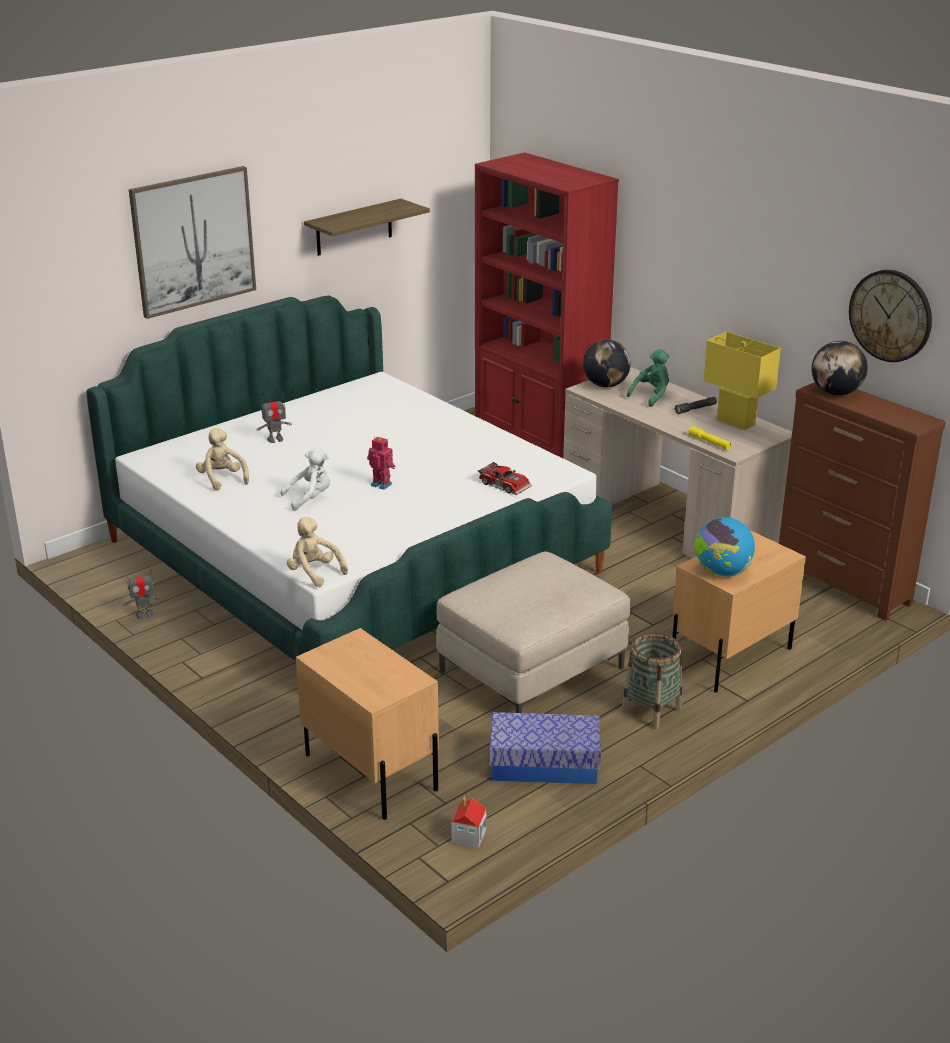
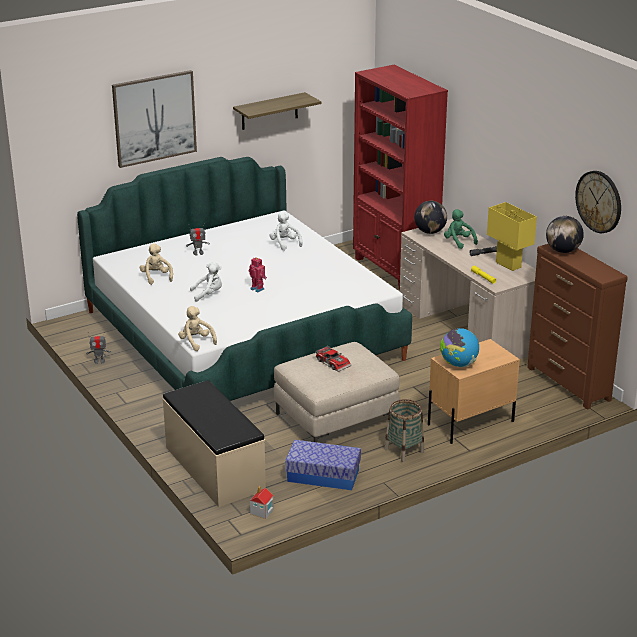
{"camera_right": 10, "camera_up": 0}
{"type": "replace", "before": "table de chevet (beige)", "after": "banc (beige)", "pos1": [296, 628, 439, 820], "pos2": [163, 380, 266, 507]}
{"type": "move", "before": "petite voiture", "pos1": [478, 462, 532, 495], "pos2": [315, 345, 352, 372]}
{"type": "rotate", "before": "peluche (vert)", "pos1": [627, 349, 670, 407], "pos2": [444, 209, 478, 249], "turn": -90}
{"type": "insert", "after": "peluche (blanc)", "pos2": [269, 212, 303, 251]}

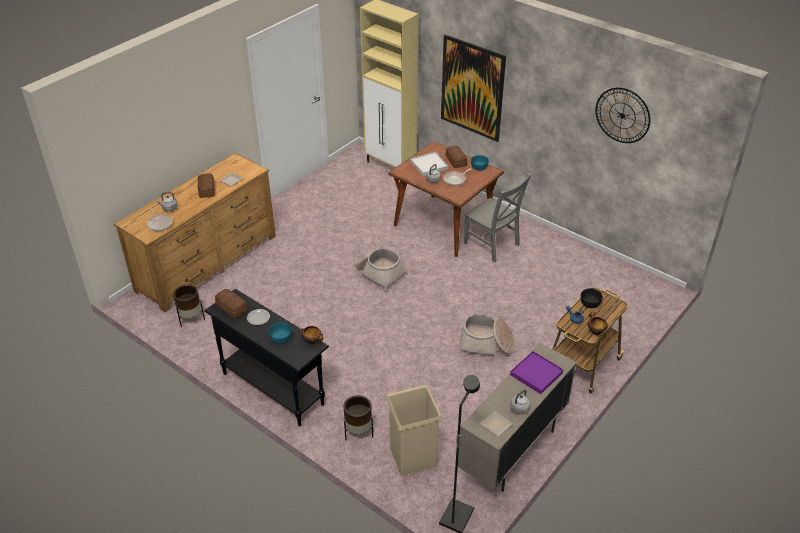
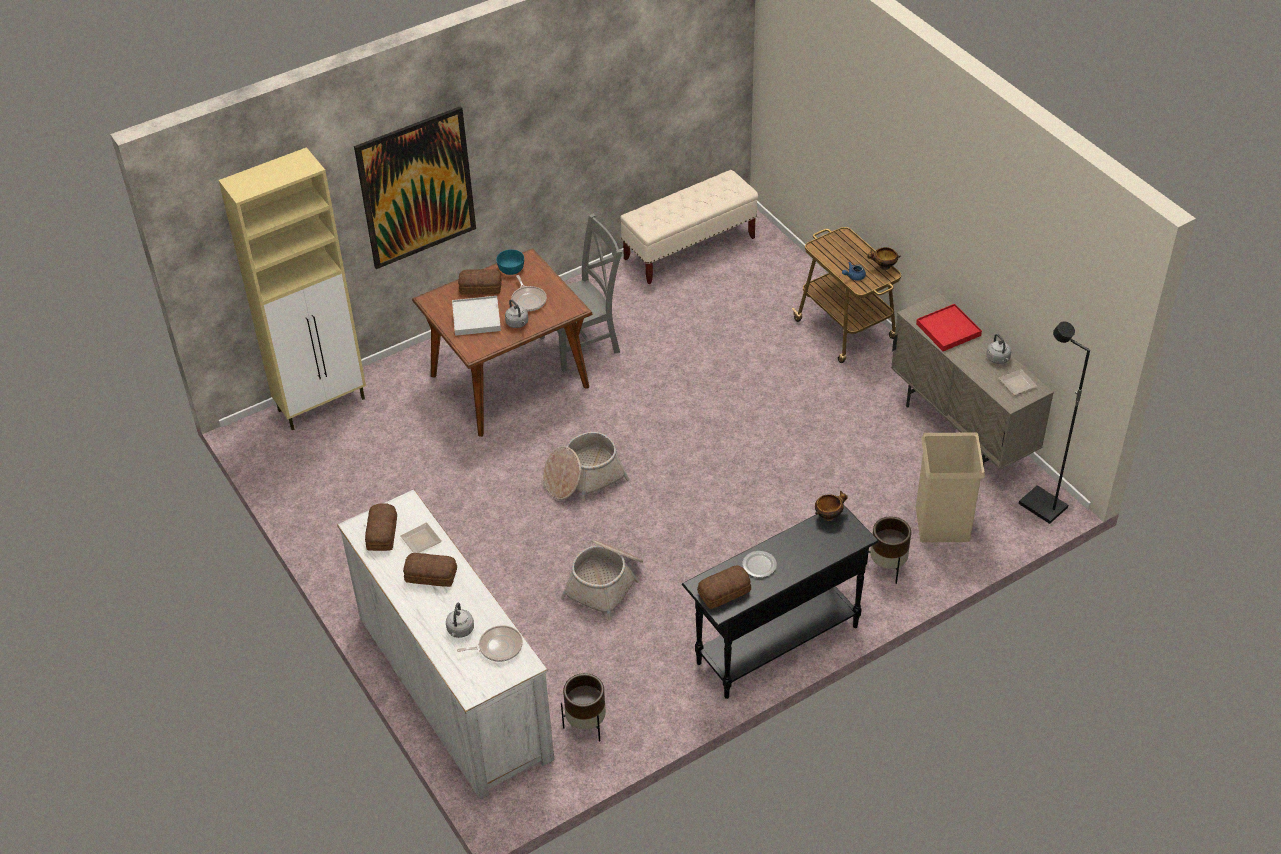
{"camera_right": -70, "camera_up": 5}
{"type": "recolor", "before": "commode (marron)", "after": "commode (blanc)", "pos1": [114, 153, 276, 312], "pos2": [337, 490, 554, 800]}
{"type": "delete", "before": "bol (turquoise)", "pos1": [268, 322, 292, 344]}
{"type": "move", "before": "panier", "pos1": [458, 314, 514, 359], "pos2": [561, 540, 643, 620]}
{"type": "recolor", "before": "plateau (violet)", "after": "plateau (rouge)", "pos1": [510, 351, 563, 394], "pos2": [916, 304, 982, 351]}
{"type": "delete", "before": "bol (noir)", "pos1": [581, 288, 603, 308]}
{"type": "delete", "before": "horloge murale", "pos1": [595, 88, 650, 143]}
{"type": "insert", "after": "pain", "pos2": [365, 503, 397, 551]}
{"type": "insert", "after": "banc (beige)", "pos2": [620, 170, 758, 284]}

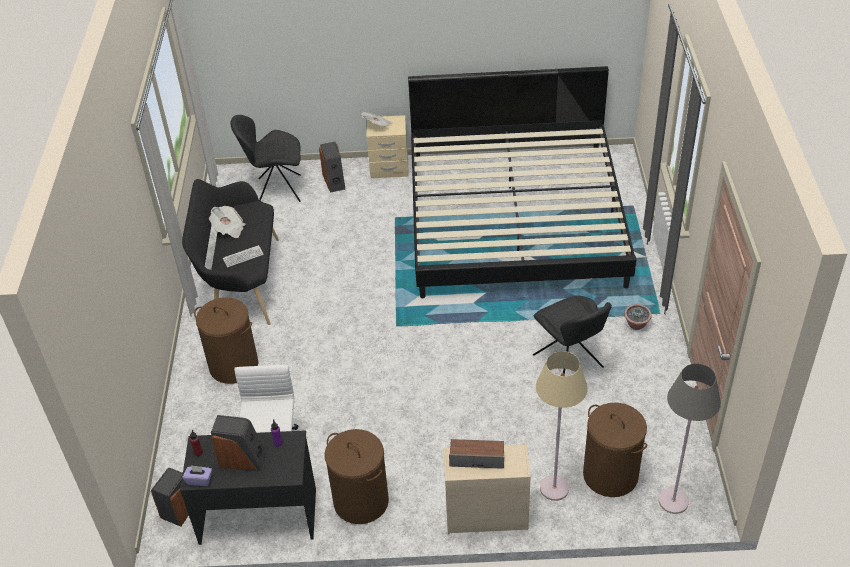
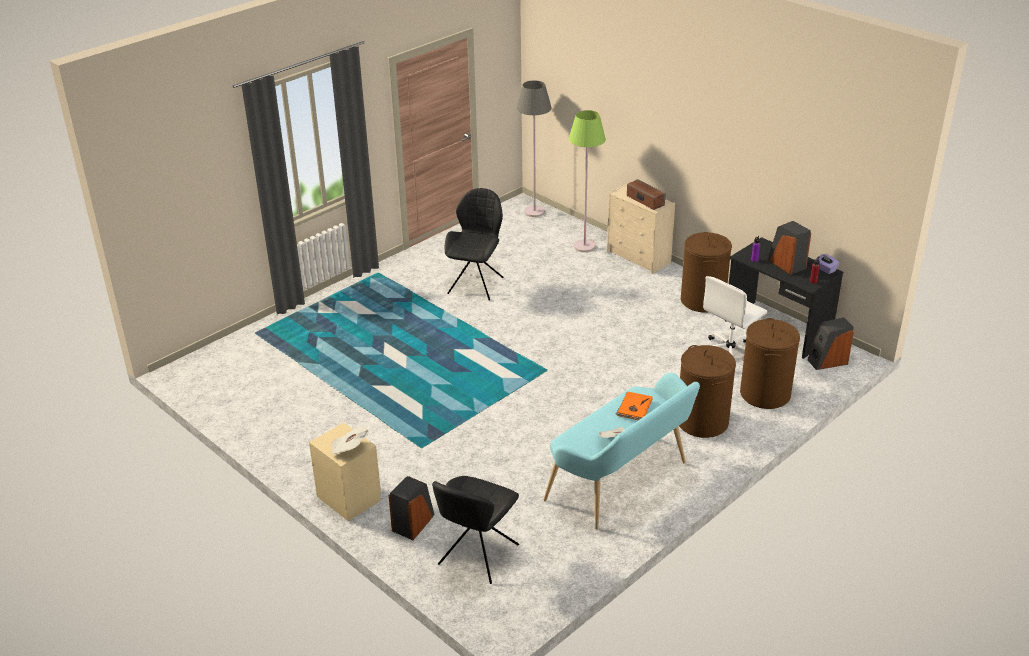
{"camera_right": -135, "camera_up": -10}
{"type": "recolor", "before": "banc (noir)", "after": "banc (turquoise)", "pos1": [182, 179, 279, 325], "pos2": [543, 372, 700, 529]}
{"type": "replace", "before": "clavier", "after": "livre (orange)", "pos1": [223, 245, 264, 267], "pos2": [615, 391, 653, 420]}
{"type": "rotate", "before": "chaise (noir)", "pos1": [231, 115, 301, 202], "pos2": [432, 476, 519, 584], "turn": 75}
{"type": "delete", "before": "lit", "pos1": [408, 66, 636, 298]}
{"type": "recolor", "before": "lampadaire (beige)", "after": "lampadaire (vert)", "pos1": [536, 351, 587, 501], "pos2": [569, 110, 606, 252]}
{"type": "move", "before": "panier à linge (marron)", "pos1": [583, 403, 647, 497], "pos2": [740, 318, 800, 409]}
{"type": "delete", "before": "plante en pot", "pos1": [624, 304, 652, 330]}

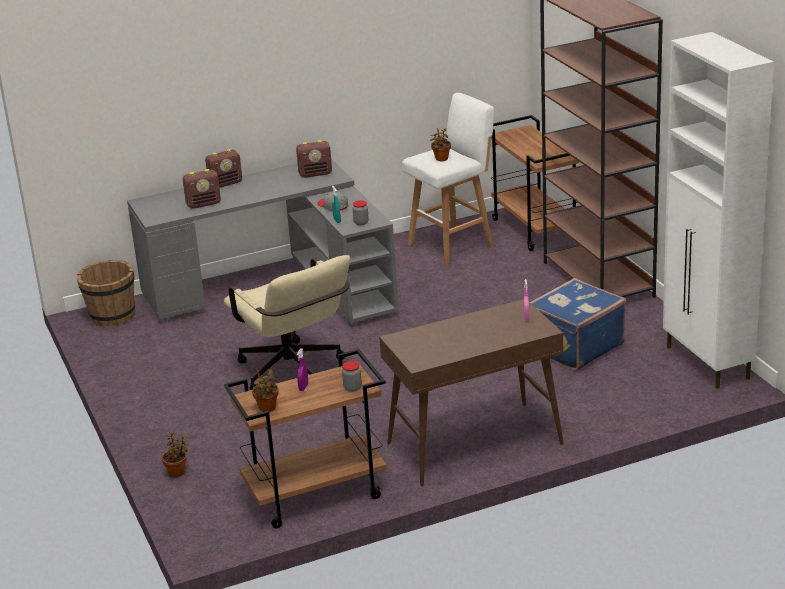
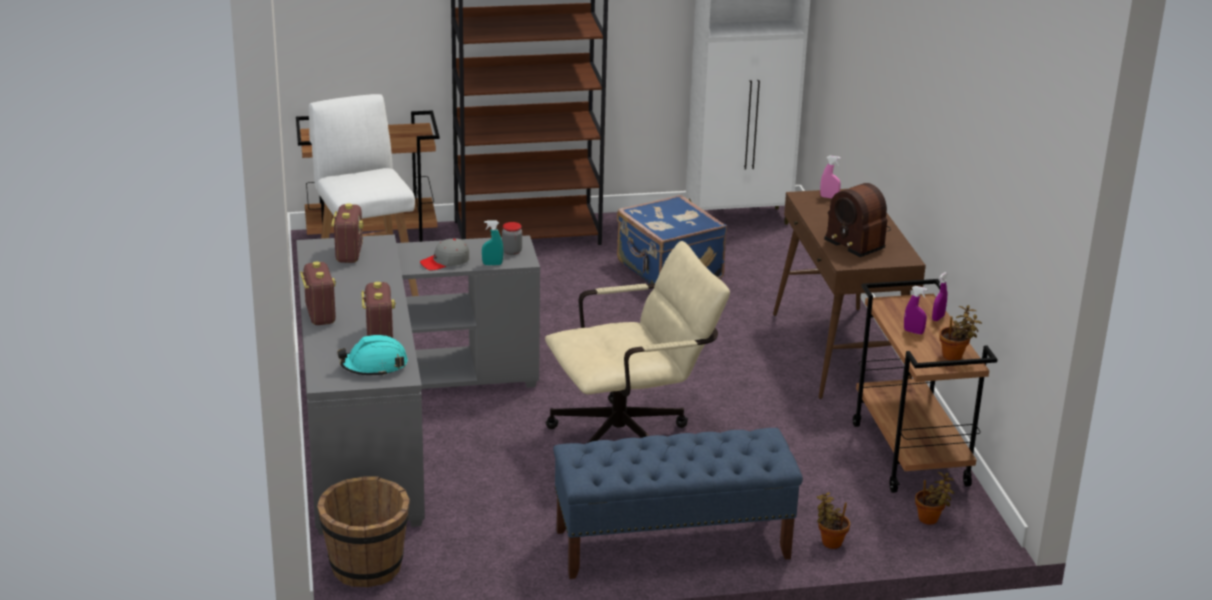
{"camera_right": -80, "camera_up": 0}
{"type": "delete", "before": "bocal", "pos1": [342, 361, 362, 392]}
{"type": "move", "before": "plante en pot", "pos1": [430, 128, 451, 161], "pos2": [915, 472, 955, 525]}
{"type": "insert", "after": "casque de chantier (turquoise)", "pos2": [337, 335, 408, 377]}
{"type": "insert", "after": "banc (bleu)", "pos2": [553, 428, 803, 579]}
{"type": "insert", "after": "radio", "pos2": [824, 183, 891, 257]}
{"type": "insert", "after": "vaporisateur (violet)", "pos2": [932, 272, 948, 321]}

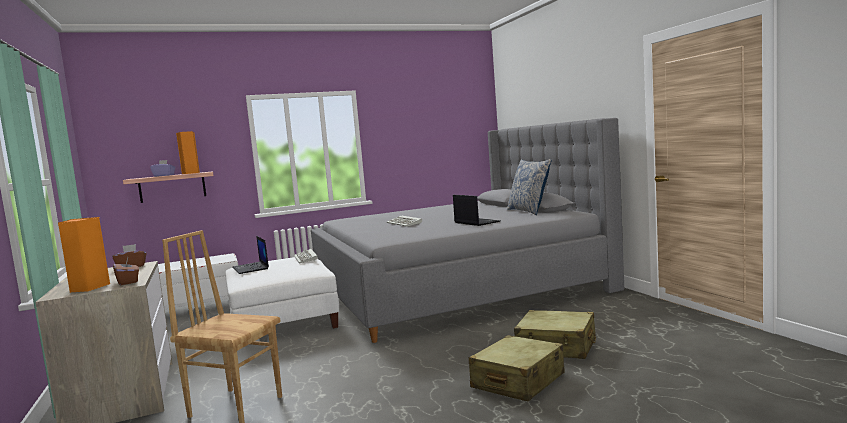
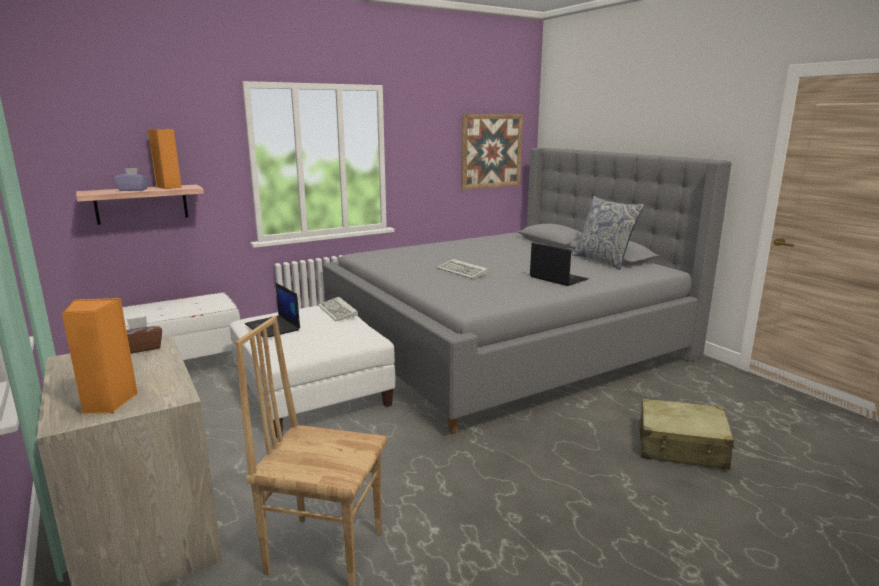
{"camera_right": -10, "camera_up": 10}
{"type": "delete", "before": "boîte à mouchoirs (marron)", "pos1": [113, 258, 139, 285]}
{"type": "delete", "before": "valise (beige)", "pos1": [469, 335, 565, 402]}
{"type": "insert", "after": "tableau", "pos2": [461, 114, 523, 190]}

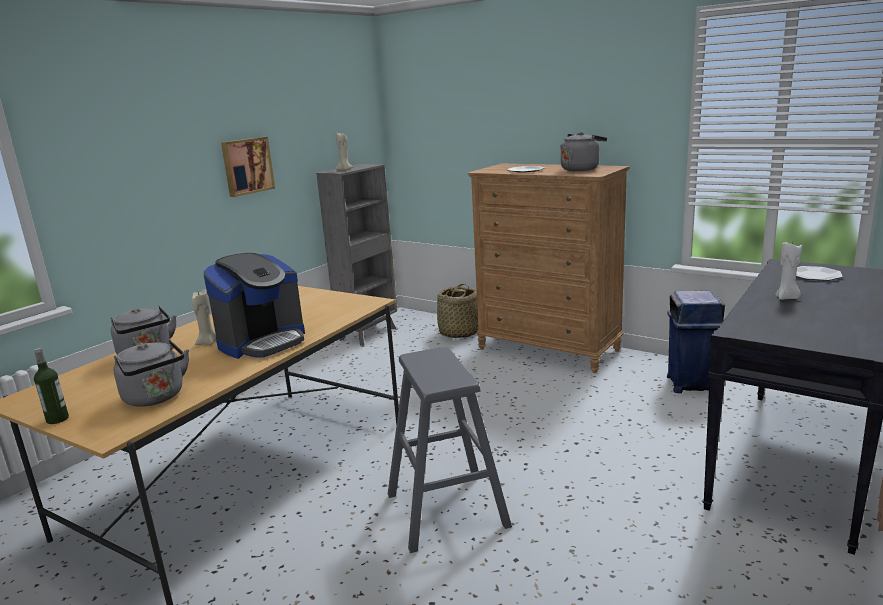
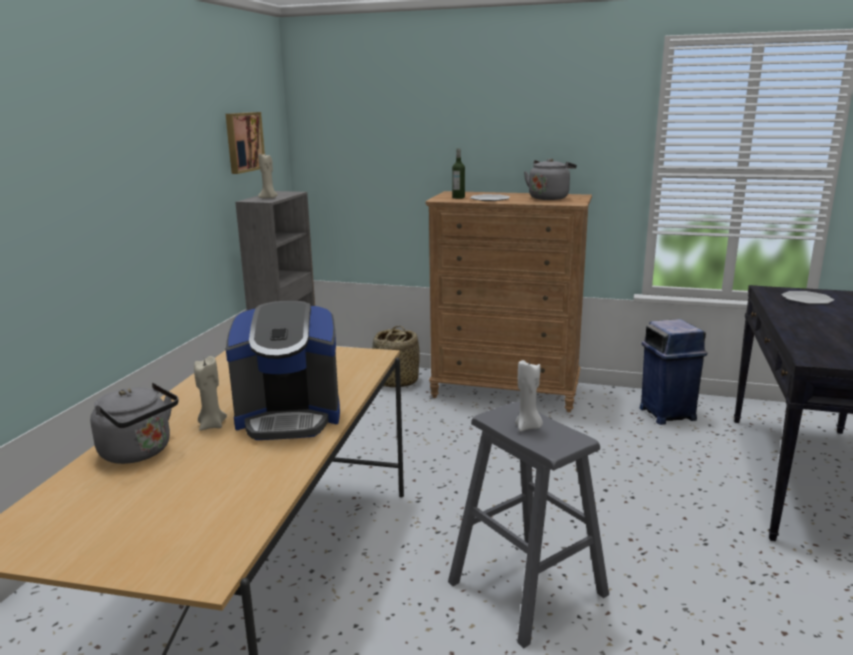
{"camera_right": -20, "camera_up": 0}
{"type": "move", "before": "bouteille", "pos1": [34, 348, 69, 424], "pos2": [452, 148, 465, 199]}
{"type": "delete", "before": "bouilloire (gris)", "pos1": [114, 340, 189, 407]}
{"type": "rotate", "before": "machine à café", "pos1": [203, 253, 305, 359], "pos2": [226, 301, 340, 440], "turn": 60}
{"type": "move", "before": "tableau", "pos1": [221, 137, 275, 197], "pos2": [225, 112, 265, 174]}
{"type": "move", "before": "bougie (blanc)", "pos1": [776, 242, 802, 300], "pos2": [515, 359, 543, 432]}

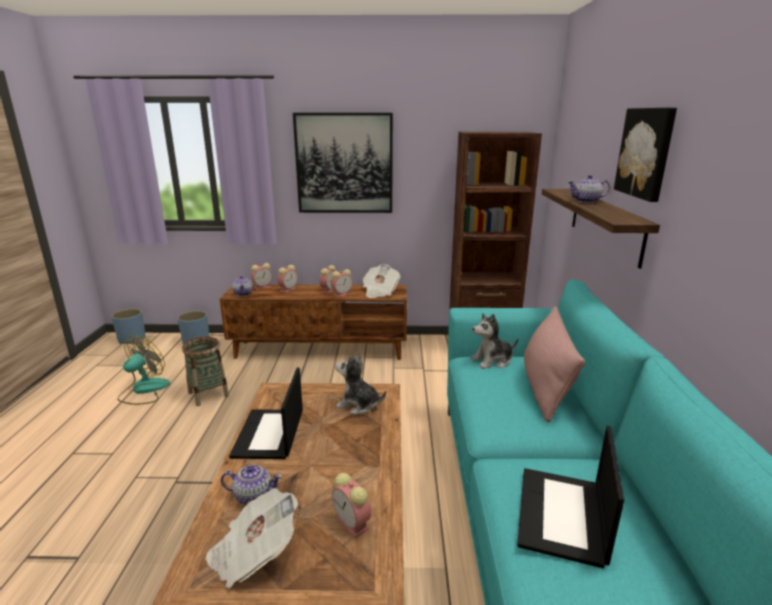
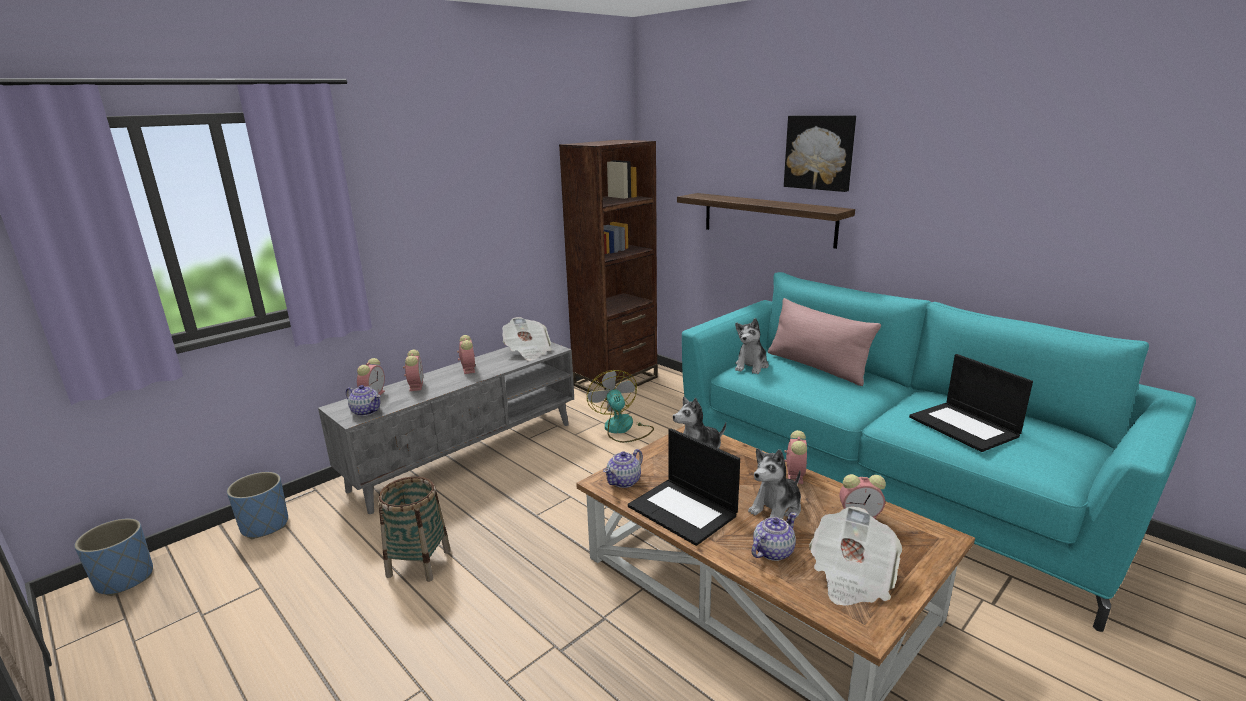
{"camera_right": -45, "camera_up": 0}
{"type": "move", "before": "ventilateur", "pos1": [117, 336, 171, 405], "pos2": [587, 370, 654, 443]}
{"type": "recolor", "before": "meuble télé (marron)", "after": "meuble télé (gris)", "pos1": [220, 284, 407, 360], "pos2": [318, 342, 574, 514]}
{"type": "delete", "before": "tableau", "pos1": [293, 113, 393, 213]}
{"type": "move", "before": "réveil", "pos1": [331, 269, 353, 297], "pos2": [784, 430, 807, 484]}
{"type": "move", "before": "théière", "pos1": [569, 175, 610, 203], "pos2": [603, 449, 643, 488]}
{"type": "insert", "after": "peluche", "pos2": [748, 448, 801, 519]}

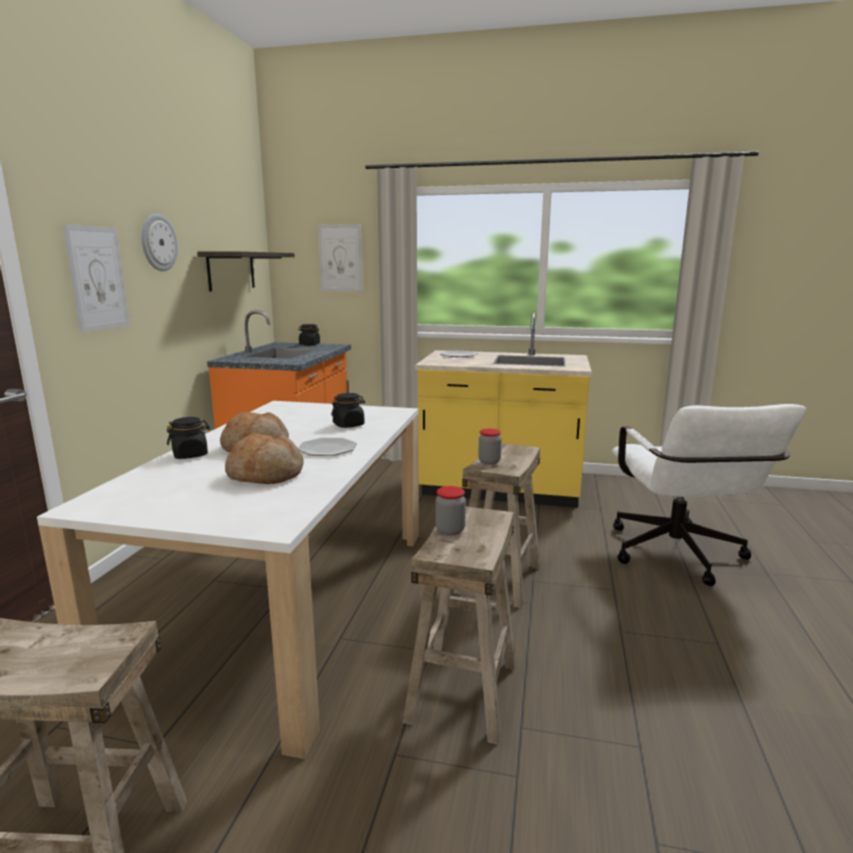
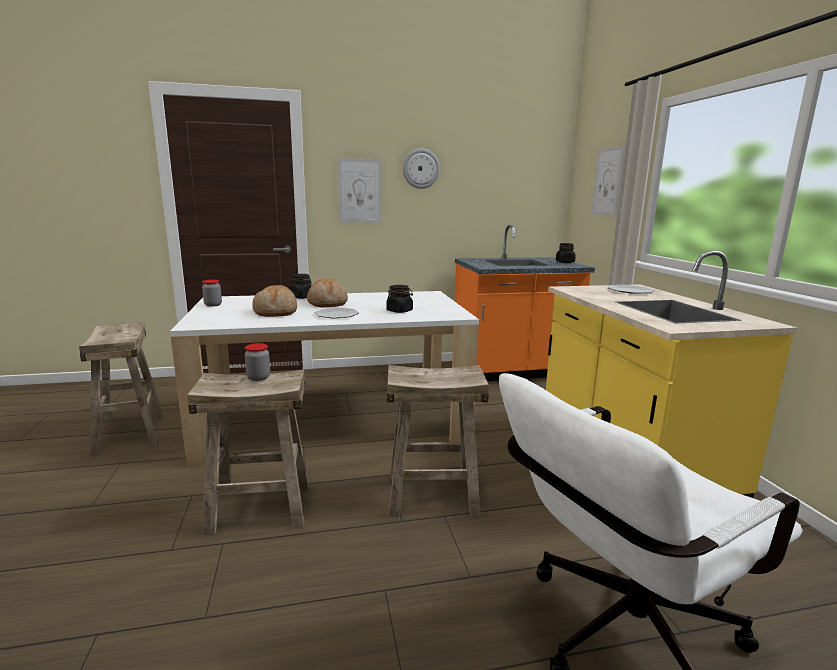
{"camera_right": 65, "camera_up": 0}
{"type": "delete", "before": "étagère", "pos1": [197, 251, 295, 291]}
{"type": "move", "before": "bocal", "pos1": [478, 429, 502, 465], "pos2": [202, 280, 222, 307]}

